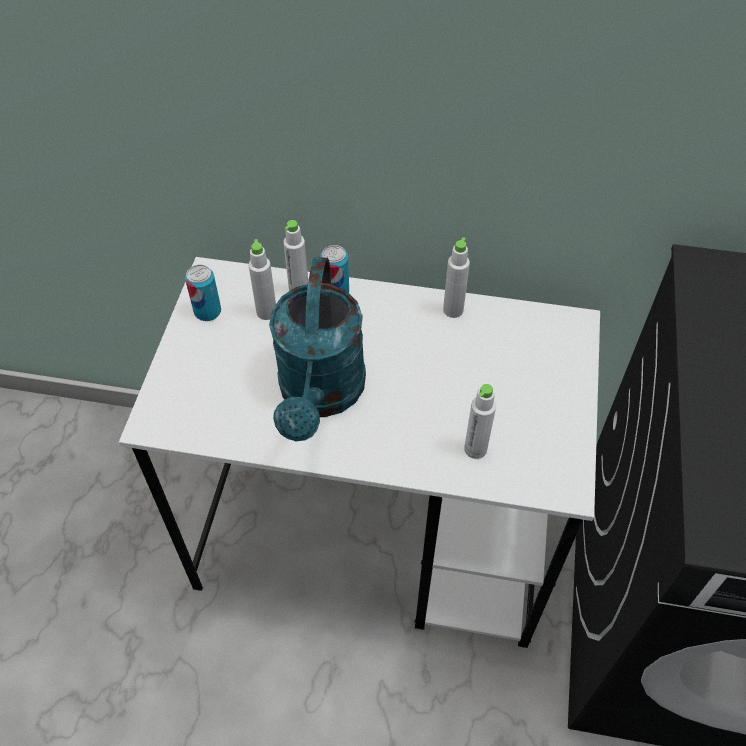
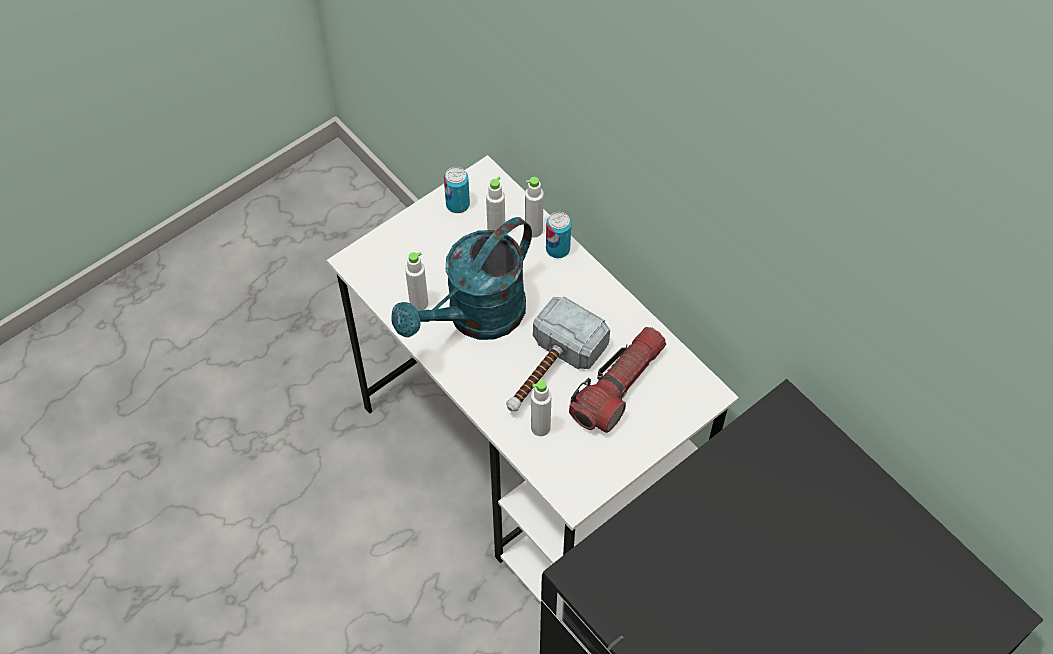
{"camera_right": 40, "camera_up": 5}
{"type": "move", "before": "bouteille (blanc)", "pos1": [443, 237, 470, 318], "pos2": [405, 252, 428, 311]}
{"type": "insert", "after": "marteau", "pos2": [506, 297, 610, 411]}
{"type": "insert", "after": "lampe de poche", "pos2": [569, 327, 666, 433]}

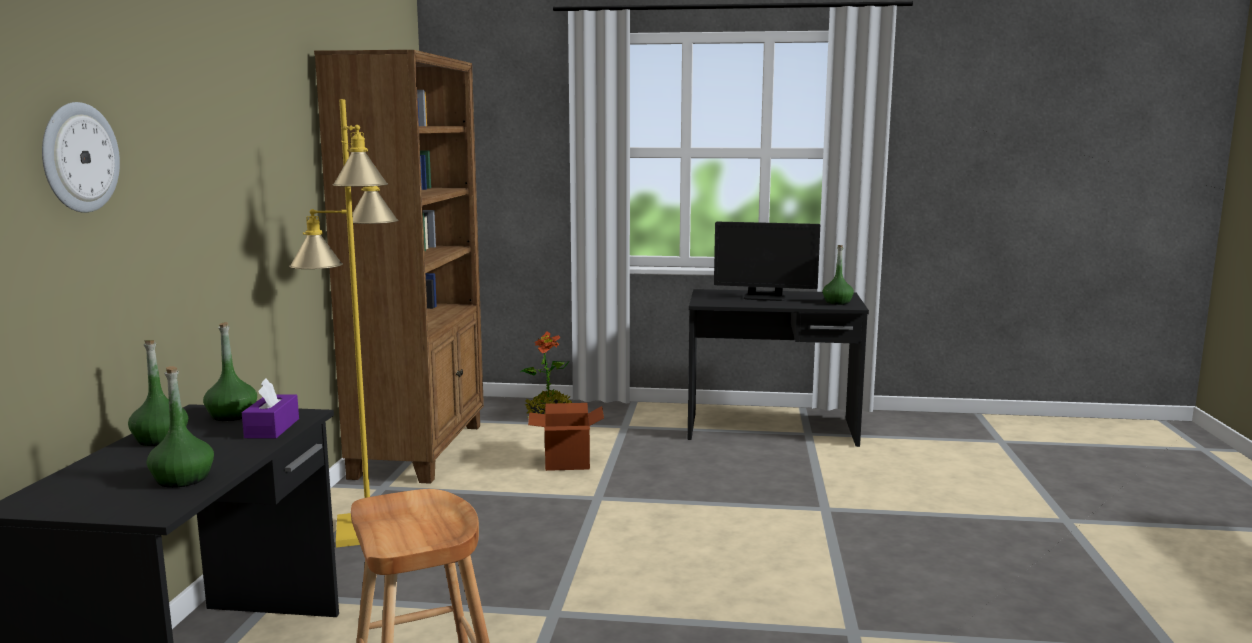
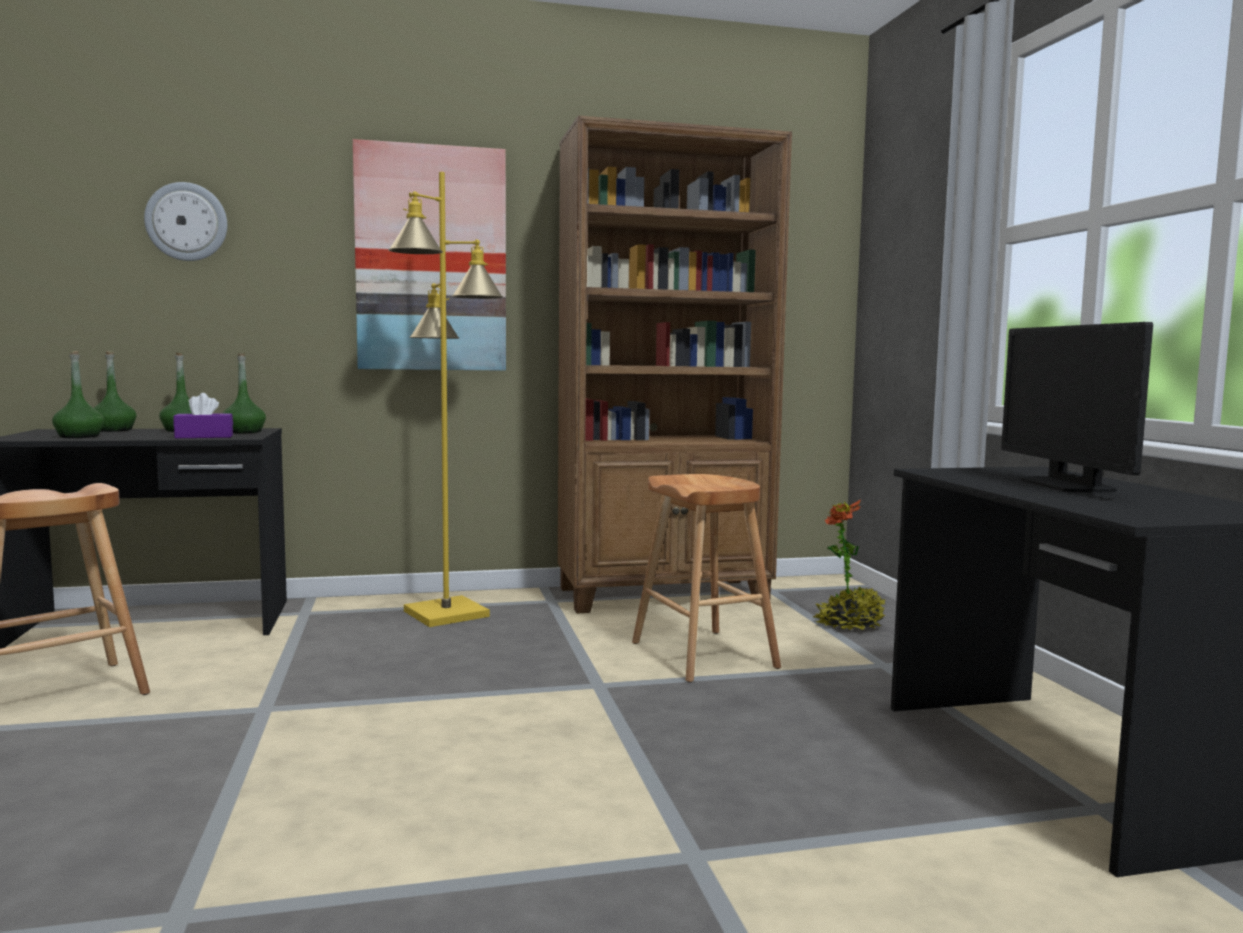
{"camera_right": 70, "camera_up": -5}
{"type": "replace", "before": "carton", "after": "tabouret (marron)", "pos1": [528, 403, 604, 471], "pos2": [632, 474, 781, 682]}
{"type": "move", "before": "bouteille (vert)", "pos1": [823, 245, 854, 305], "pos2": [94, 351, 136, 432]}
{"type": "insert", "after": "tableau", "pos2": [353, 139, 506, 371]}

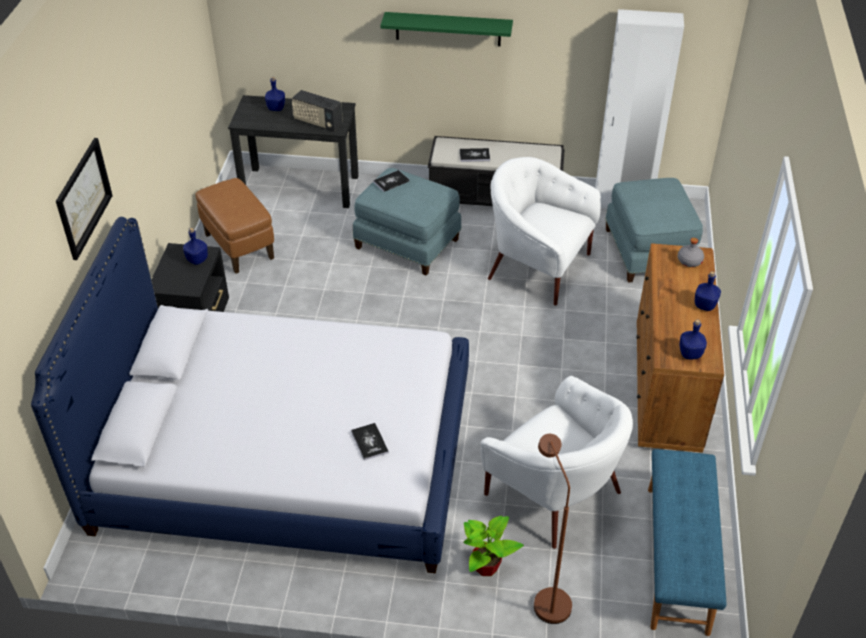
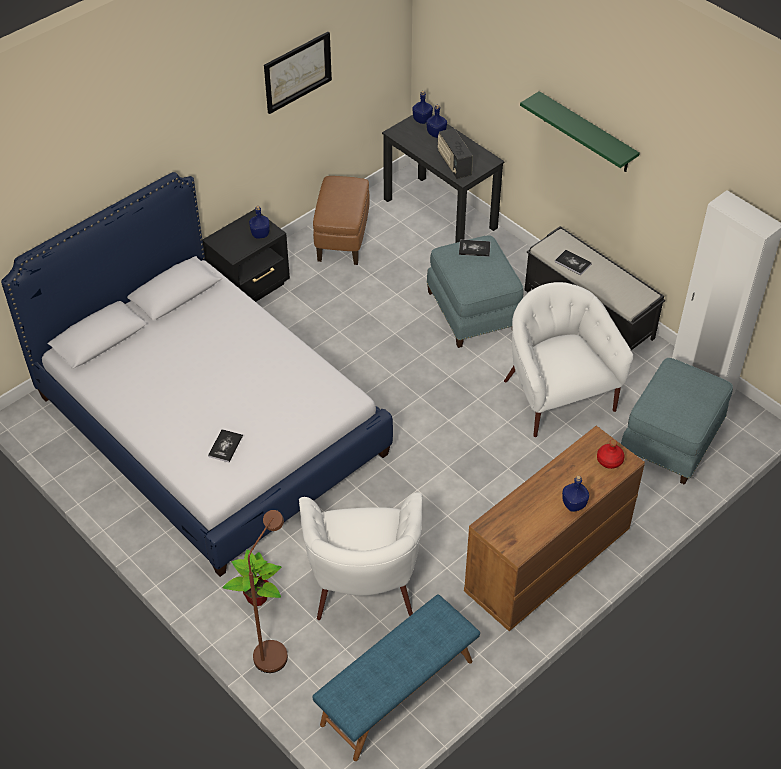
{"camera_right": 40, "camera_up": 5}
{"type": "move", "before": "tableau", "pos1": [56, 138, 113, 260], "pos2": [264, 32, 332, 114]}
{"type": "recolor", "before": "bouteille (gris)", "after": "bouteille (rouge)", "pos1": [678, 238, 704, 267], "pos2": [597, 440, 625, 469]}
{"type": "move", "before": "bouteille (bleu)", "pos1": [680, 319, 707, 359], "pos2": [412, 91, 433, 124]}

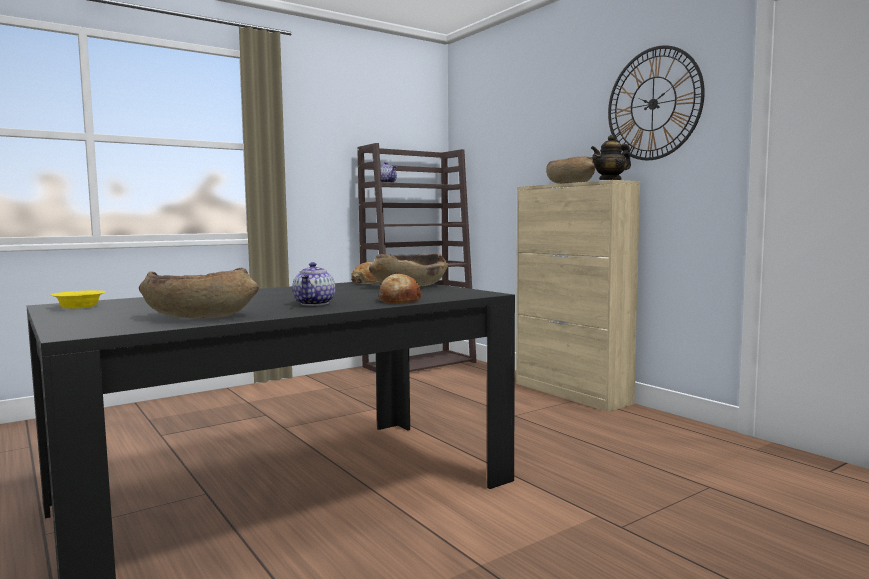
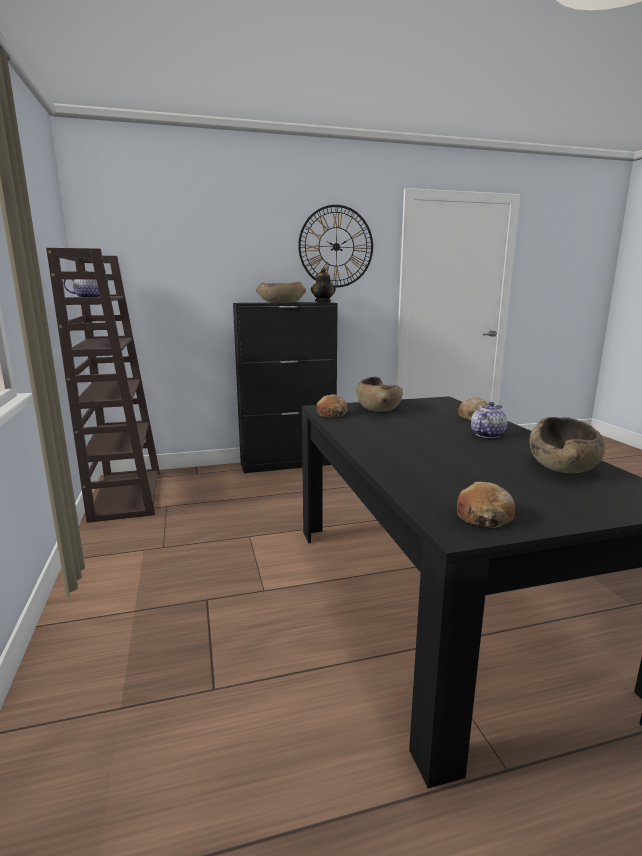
{"camera_right": -70, "camera_up": 10}
{"type": "replace", "before": "bol (jaune)", "after": "pain", "pos1": [51, 290, 105, 309], "pos2": [457, 482, 515, 528]}
{"type": "rotate", "before": "théière", "pos1": [292, 262, 335, 306], "pos2": [471, 402, 507, 438], "turn": -75}
{"type": "recolor", "before": "meuble de rangement (beige)", "after": "meuble de rangement (noir)", "pos1": [516, 180, 640, 412], "pos2": [233, 302, 338, 473]}

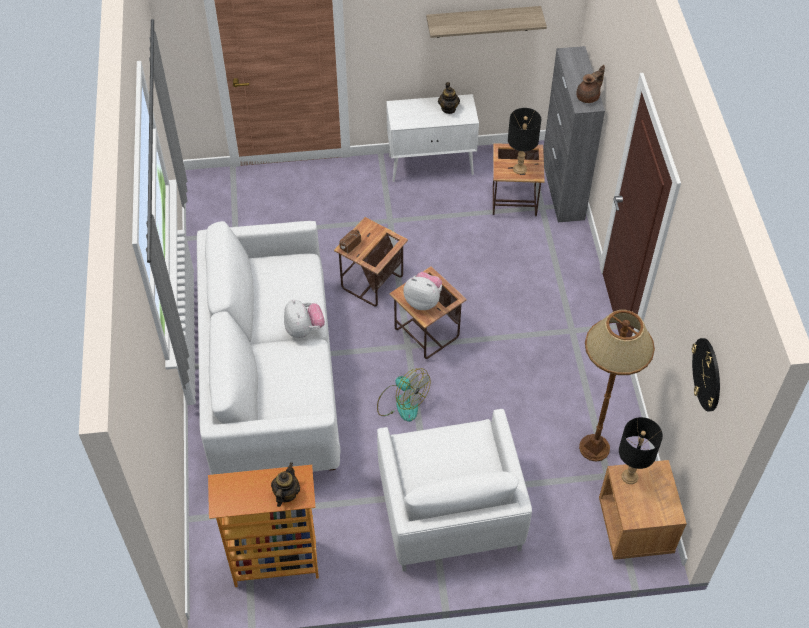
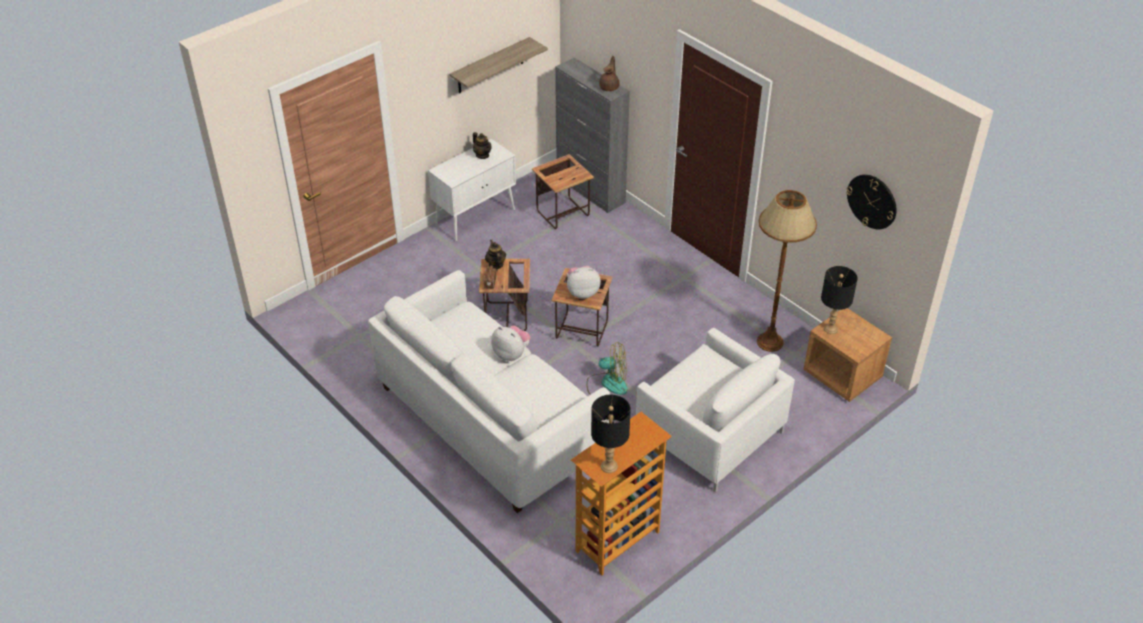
{"camera_right": -35, "camera_up": -10}
{"type": "move", "before": "théière", "pos1": [271, 462, 300, 507], "pos2": [485, 240, 506, 270]}
{"type": "move", "before": "lampe de table (noir)", "pos1": [508, 108, 541, 174], "pos2": [591, 395, 631, 473]}

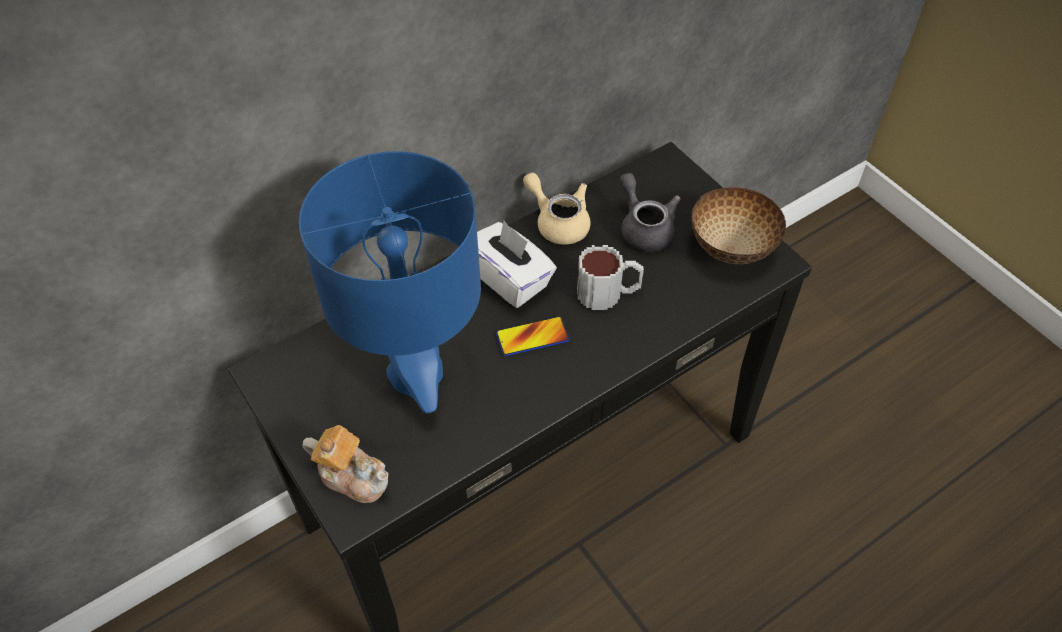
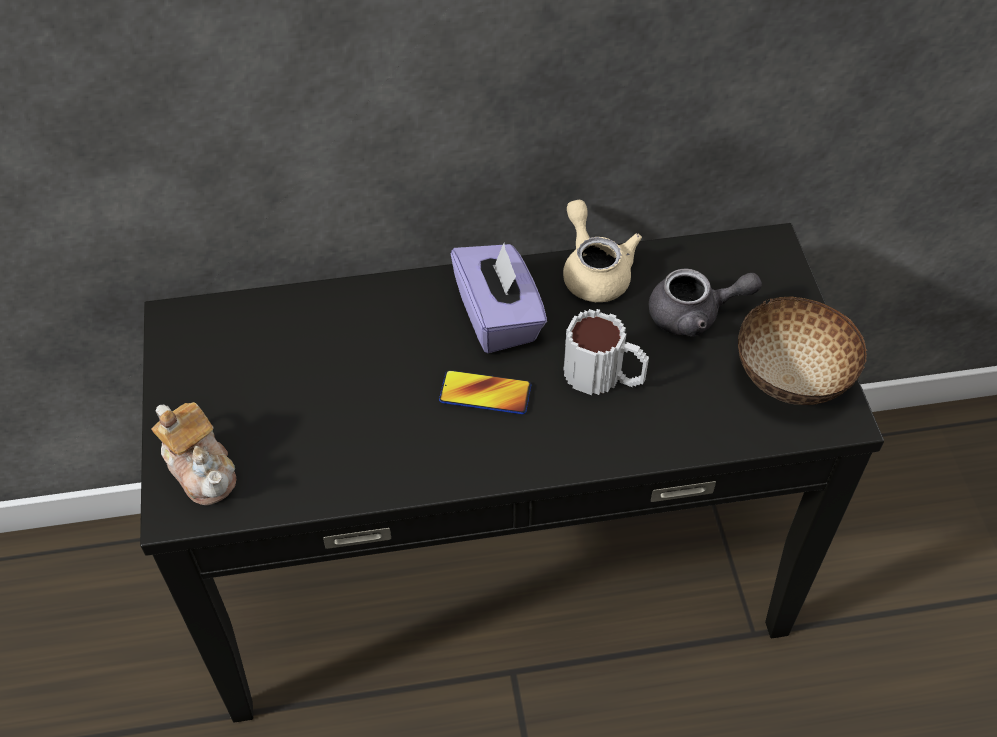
{"camera_right": 25, "camera_up": 0}
{"type": "delete", "before": "lampe de table (bleu)", "pos1": [299, 151, 481, 413]}
{"type": "recolor", "before": "boîte à mouchoirs (blanc)", "after": "boîte à mouchoirs (violet)", "pos1": [477, 221, 557, 308], "pos2": [451, 243, 547, 353]}
{"type": "rotate", "before": "théière (gris)", "pos1": [619, 173, 681, 252], "pos2": [649, 268, 762, 337], "turn": 90}

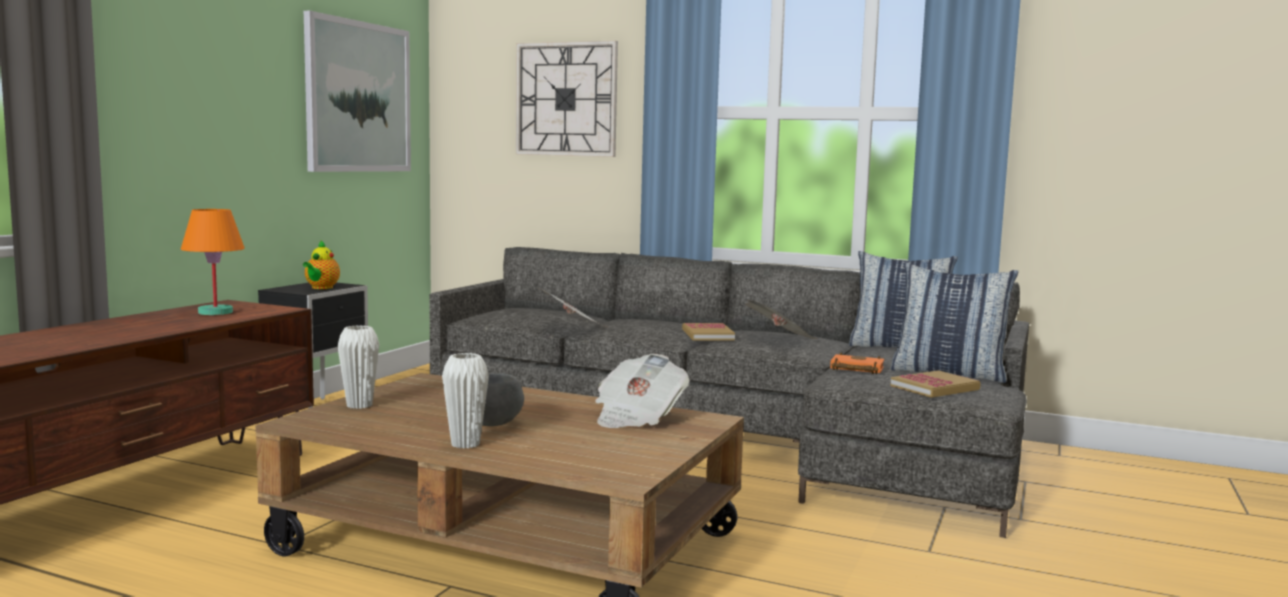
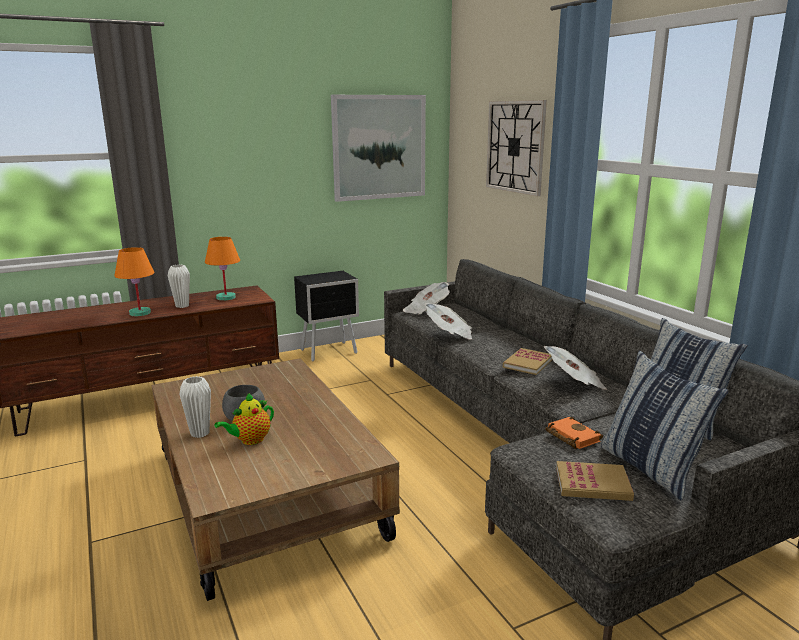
{"camera_right": 40, "camera_up": 10}
{"type": "move", "before": "théière", "pos1": [303, 240, 340, 289], "pos2": [214, 393, 274, 445]}
{"type": "move", "before": "vase (blanc)", "pos1": [337, 325, 379, 409], "pos2": [168, 265, 190, 308]}
{"type": "move", "before": "journal", "pos1": [595, 354, 689, 428], "pos2": [403, 282, 450, 314]}
{"type": "insert", "after": "lampe de table (orange)", "pos2": [114, 247, 155, 316]}

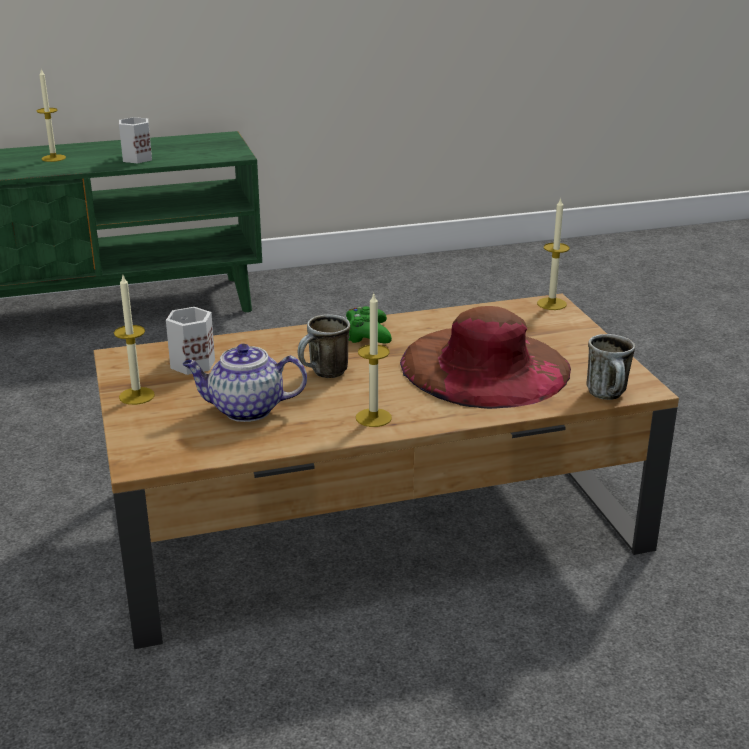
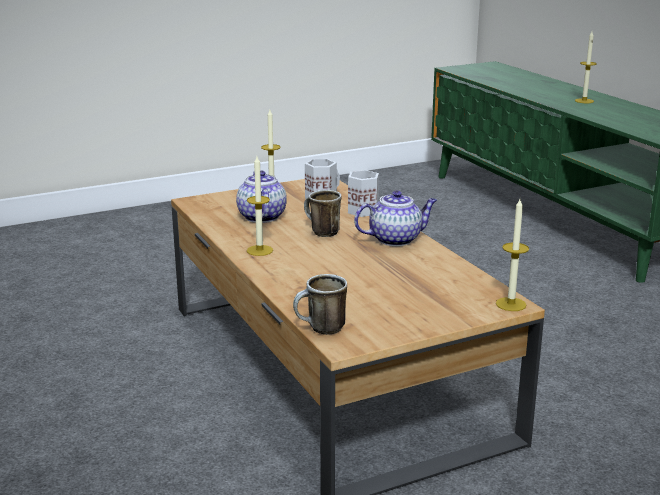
{"camera_right": 80, "camera_up": -5}
{"type": "move", "before": "mug (blanc)", "pos1": [119, 117, 152, 164], "pos2": [348, 170, 379, 217]}
{"type": "replace", "before": "manette (vert)", "after": "théière", "pos1": [346, 306, 392, 343], "pos2": [354, 190, 437, 246]}
{"type": "delete", "before": "chapeau (marron)", "pos1": [400, 306, 571, 409]}

